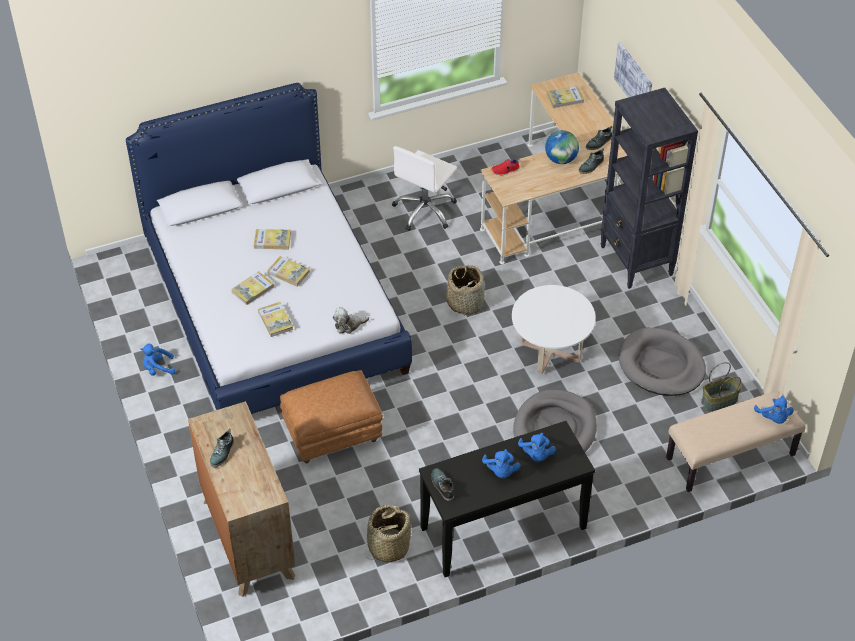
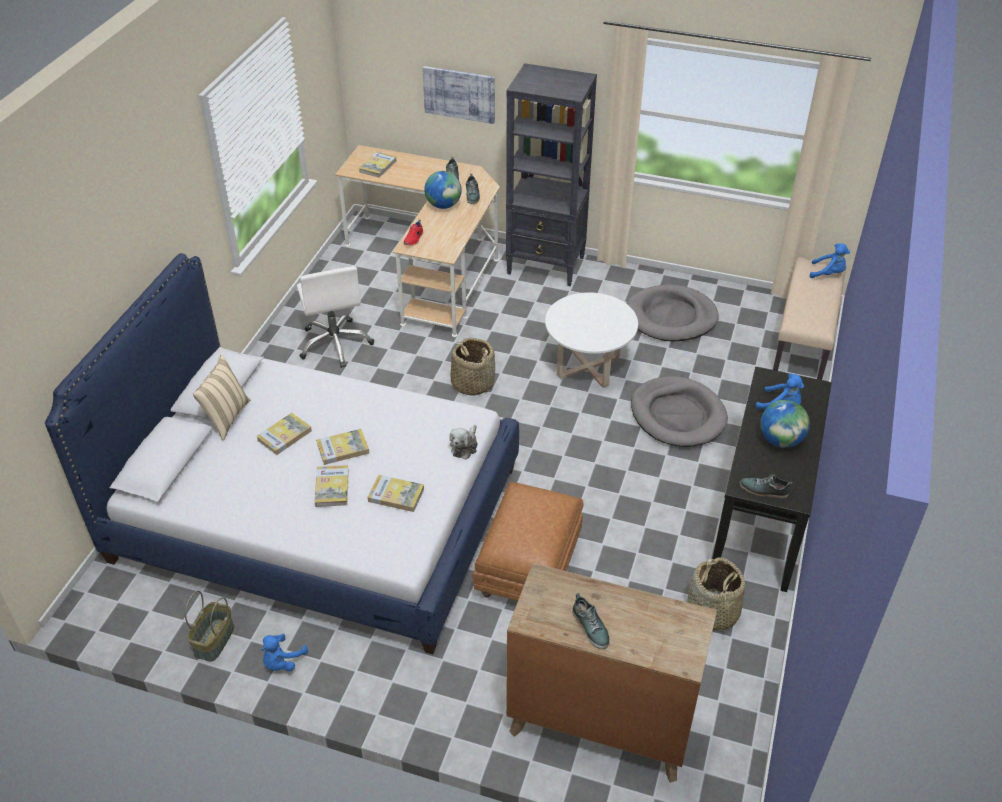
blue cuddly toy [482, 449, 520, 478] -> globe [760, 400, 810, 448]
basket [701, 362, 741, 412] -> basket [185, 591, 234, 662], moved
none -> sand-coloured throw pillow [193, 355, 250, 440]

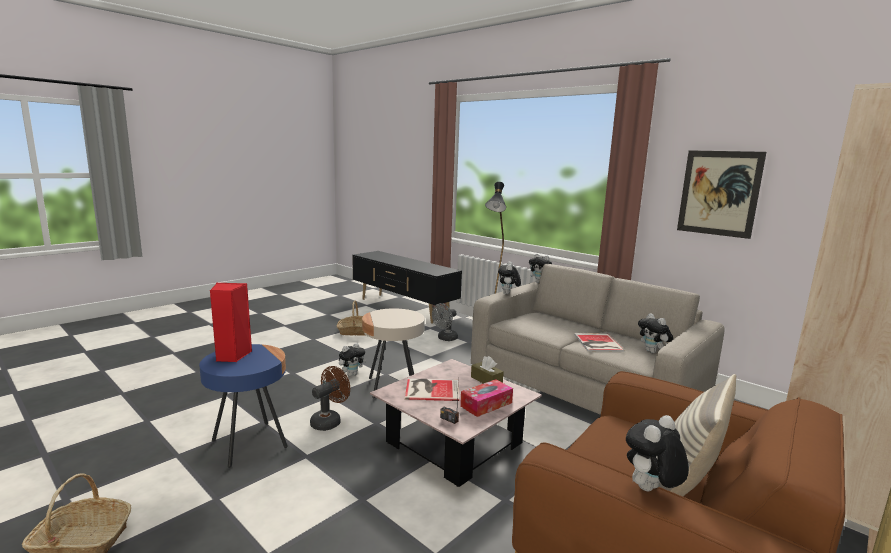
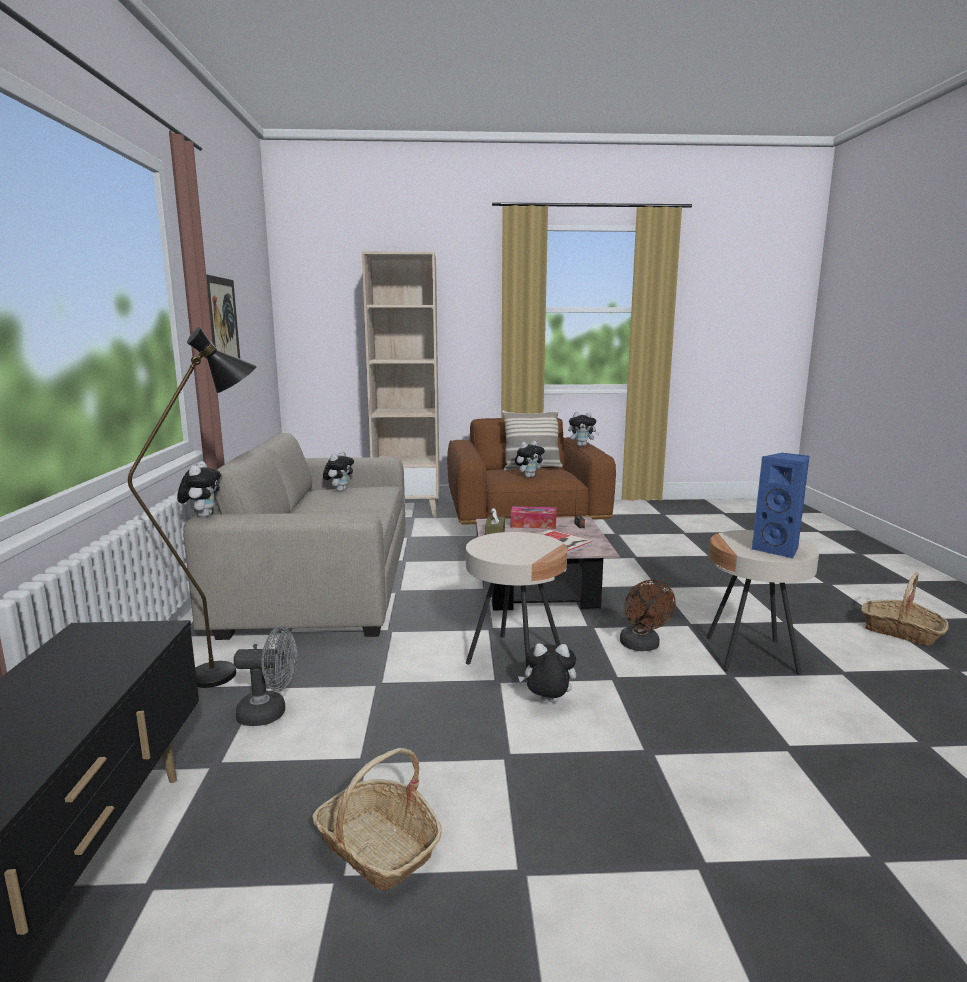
blue side table [199, 344, 288, 468] -> sand-coloured side table [707, 530, 819, 675]
red-coloured audio speaker [210, 283, 252, 362] -> blue audio speaker [752, 452, 810, 559]
brownish electric fan [310, 366, 350, 431] -> brownish electric fan [620, 580, 676, 651], 90 degrees counterclockwise
cuddly toy [498, 262, 521, 294] -> cuddly toy [515, 441, 545, 478], moved
bound book [574, 333, 625, 352] -> none

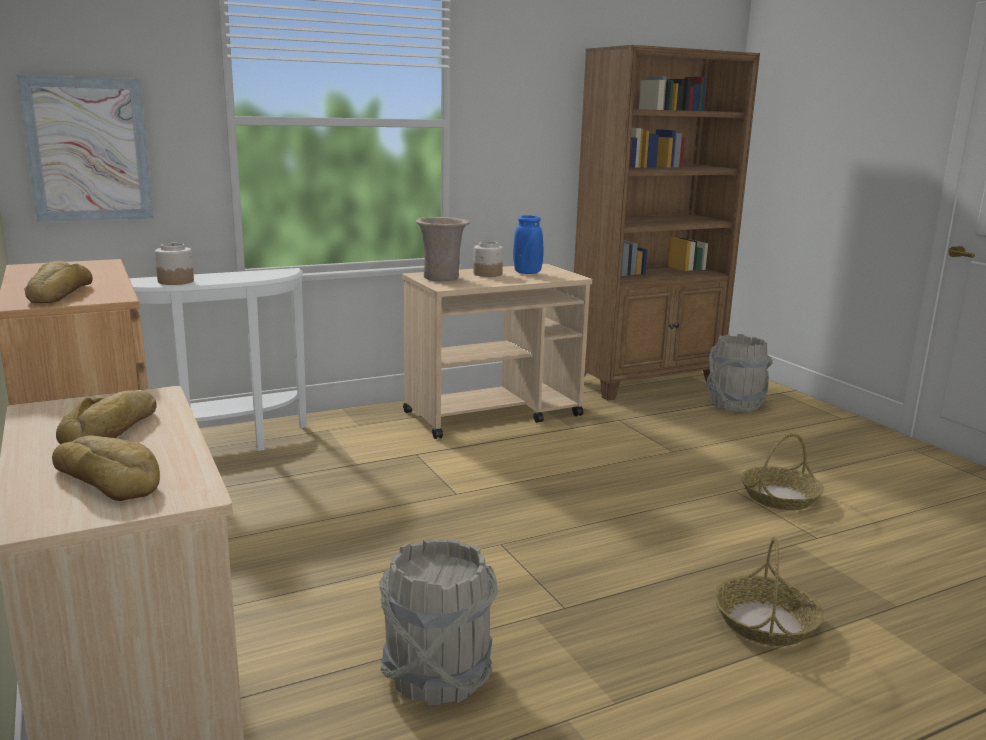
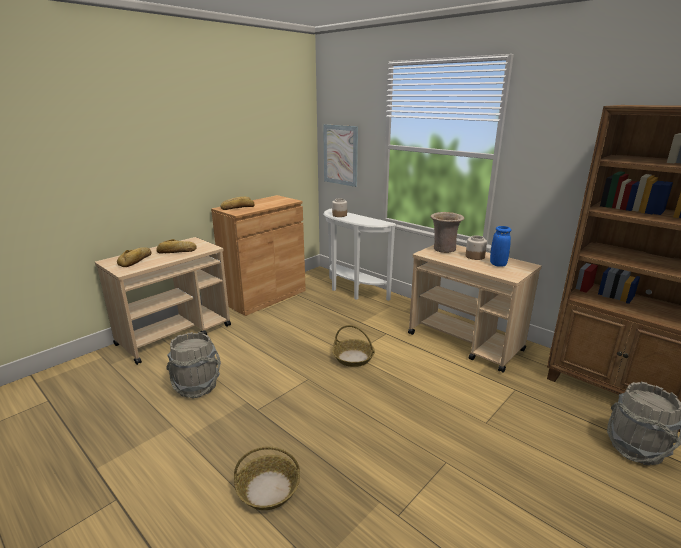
basket [741, 433, 824, 510] -> basket [332, 325, 375, 367], moved

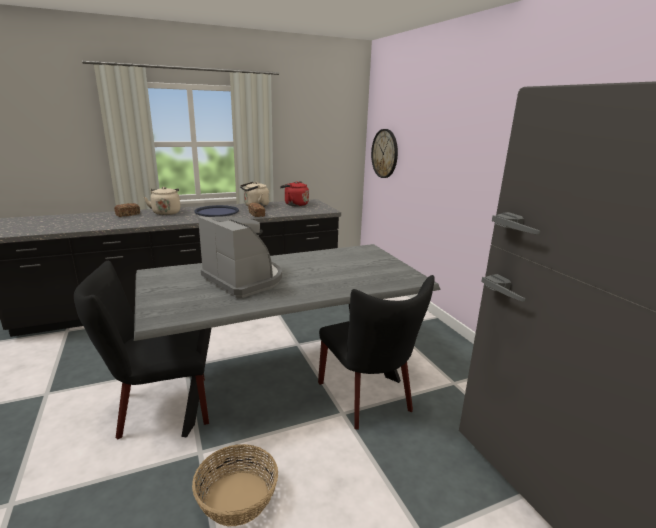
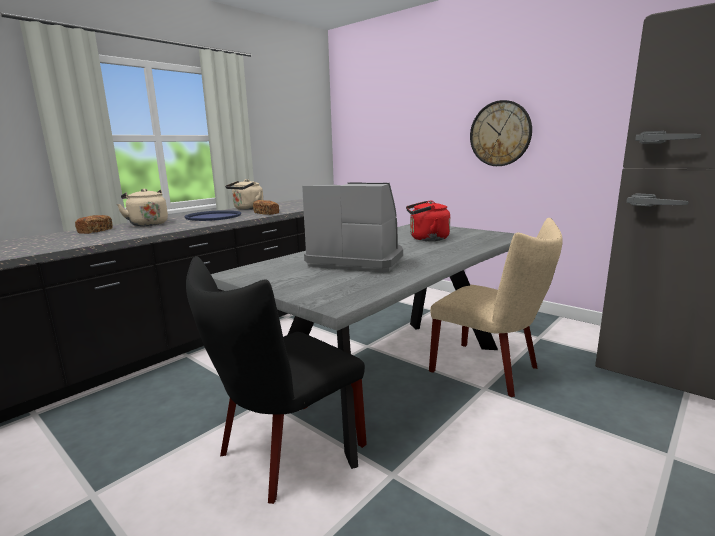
basket [192, 444, 278, 526] -> none
red-coloured water kettle [280, 181, 309, 207] -> red-coloured water kettle [406, 200, 450, 241], moved
blackish chair [318, 275, 435, 430] -> sand-coloured chair [429, 218, 563, 397]
clock on the wall [371, 129, 398, 178] -> clock on the wall [470, 100, 532, 166], moved

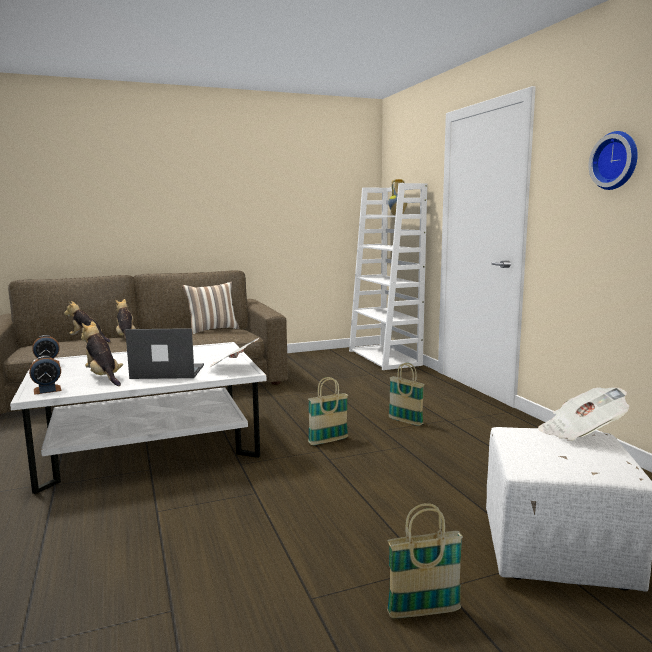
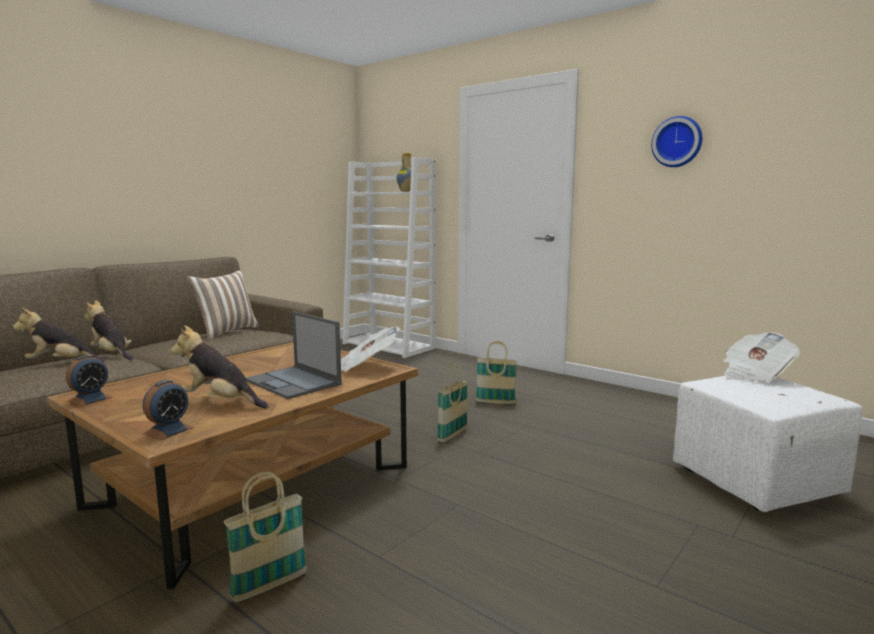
whitish low table [10, 342, 267, 494] -> brownish low table [47, 342, 418, 589]
portable computer [125, 328, 204, 379] -> portable computer [246, 311, 342, 399], 105 degrees counterclockwise
basket [387, 503, 463, 618] -> basket [223, 472, 307, 602], moved

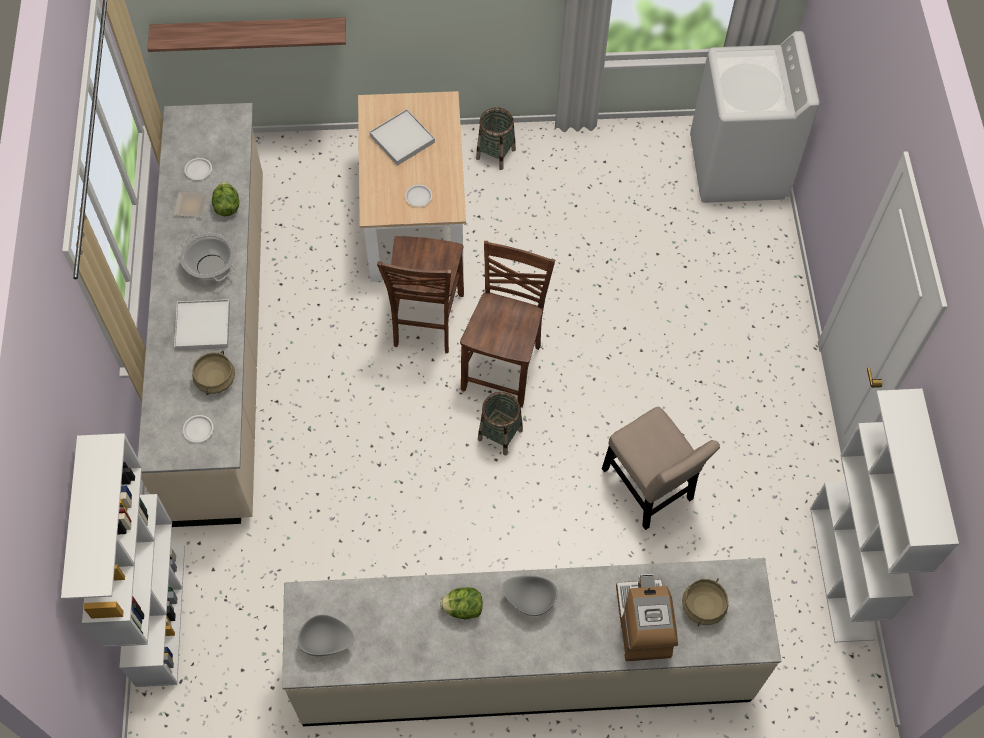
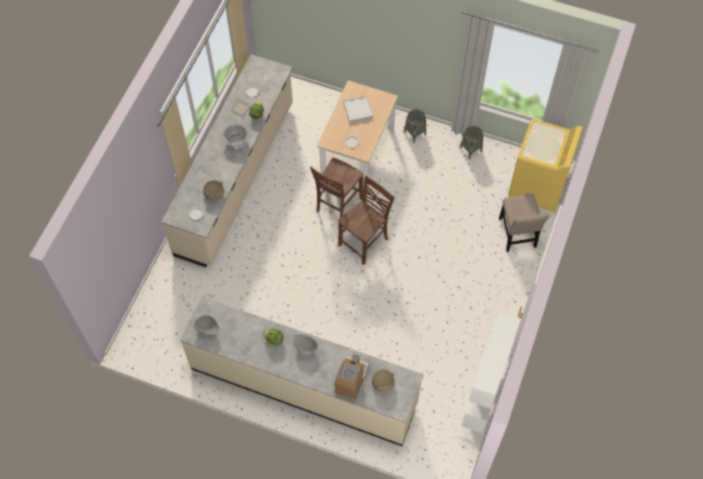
whitish bookshelf [61, 433, 185, 687] -> none
shelf [147, 17, 346, 52] -> none
whitish carrying tray [174, 299, 230, 350] -> none
basket [478, 392, 523, 455] -> basket [460, 126, 483, 159], moved
sand-coloured chair [602, 407, 720, 530] -> sand-coloured chair [499, 194, 549, 252], moved
whitish laundry appliance [690, 31, 820, 203] -> yellow laundry appliance [508, 119, 583, 212]

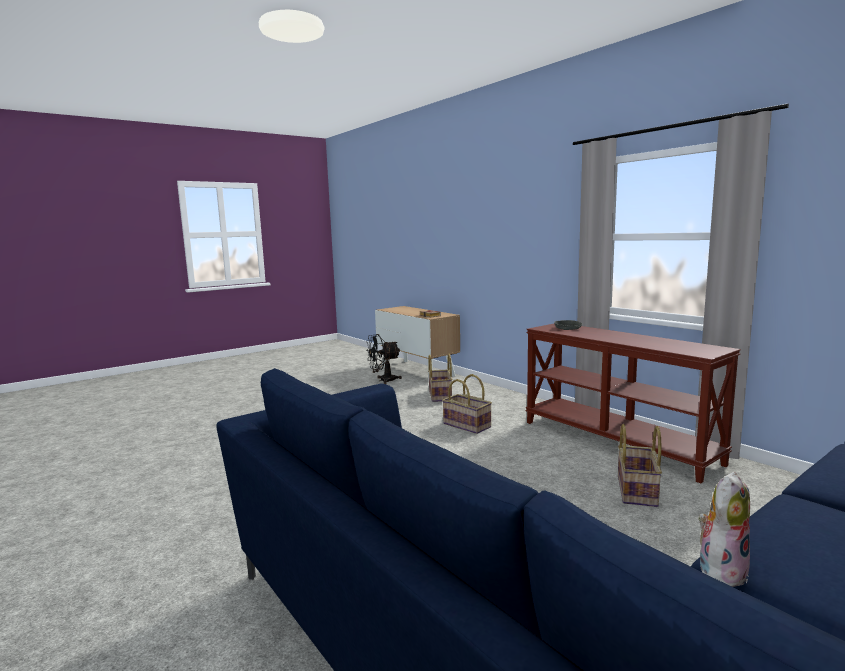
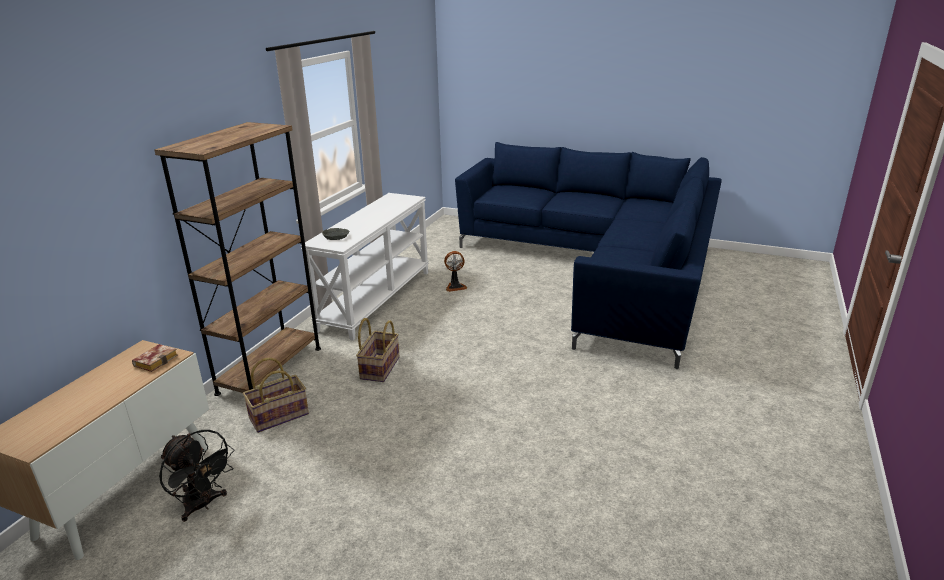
brownish hall table [526, 323, 741, 483] -> whitish hall table [300, 193, 429, 341]
basket [618, 424, 662, 507] -> electric fan [444, 251, 467, 292]
cuddly toy [698, 472, 750, 587] -> none
none -> brownish bookshelf [155, 122, 321, 396]

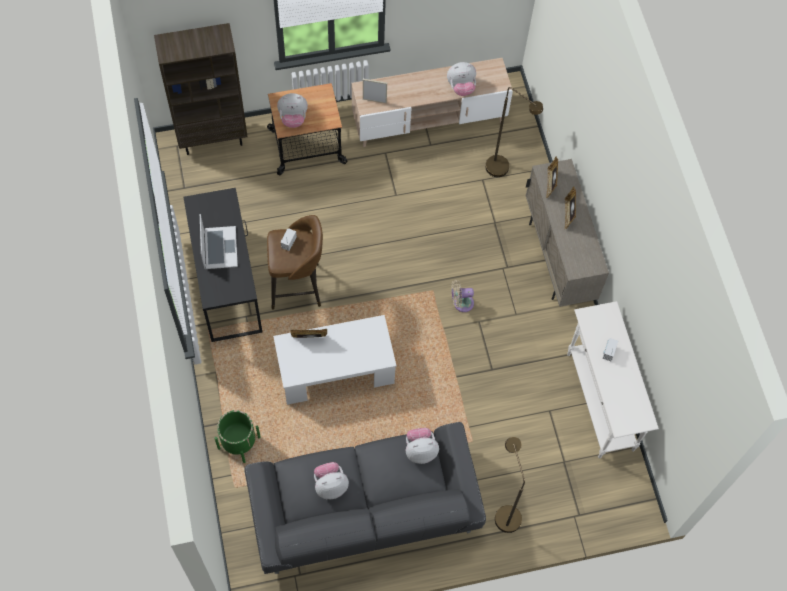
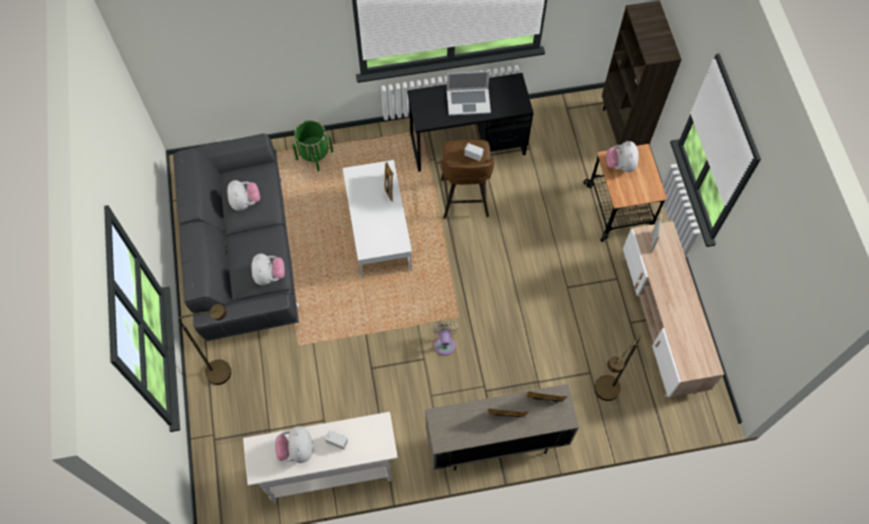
cuddly toy [447, 62, 476, 96] -> cuddly toy [275, 426, 313, 463], moved

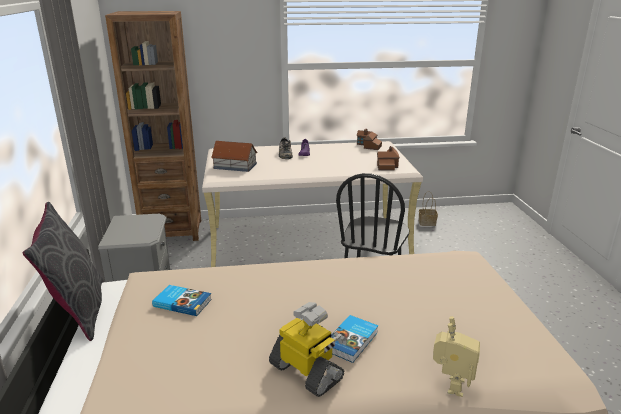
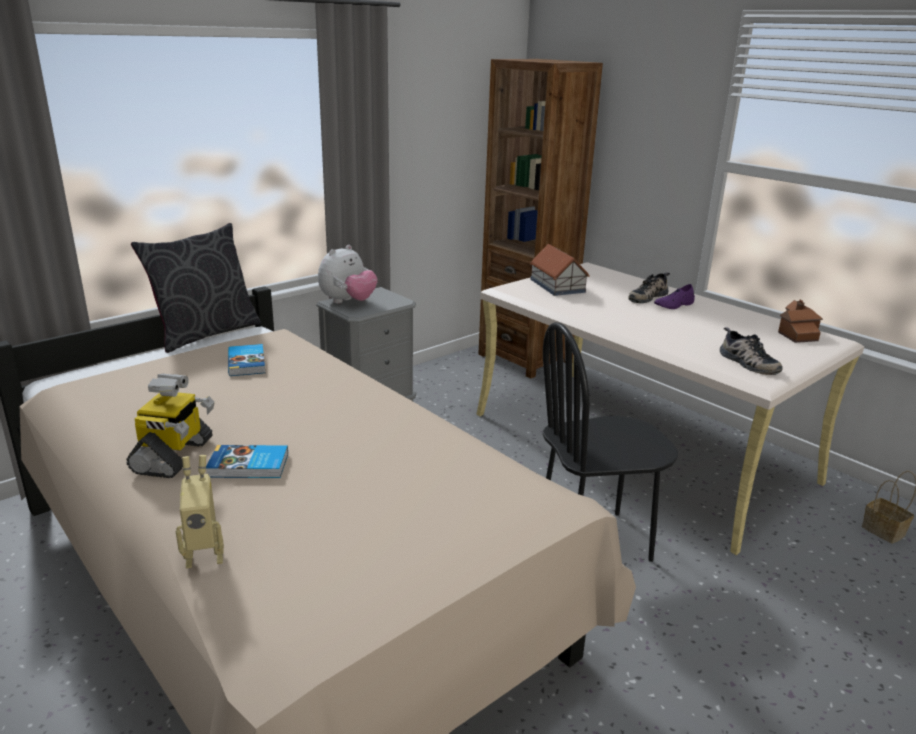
miniature house [377, 146, 400, 171] -> low shoe [720, 327, 783, 375]
none -> cuddly toy [318, 245, 378, 303]

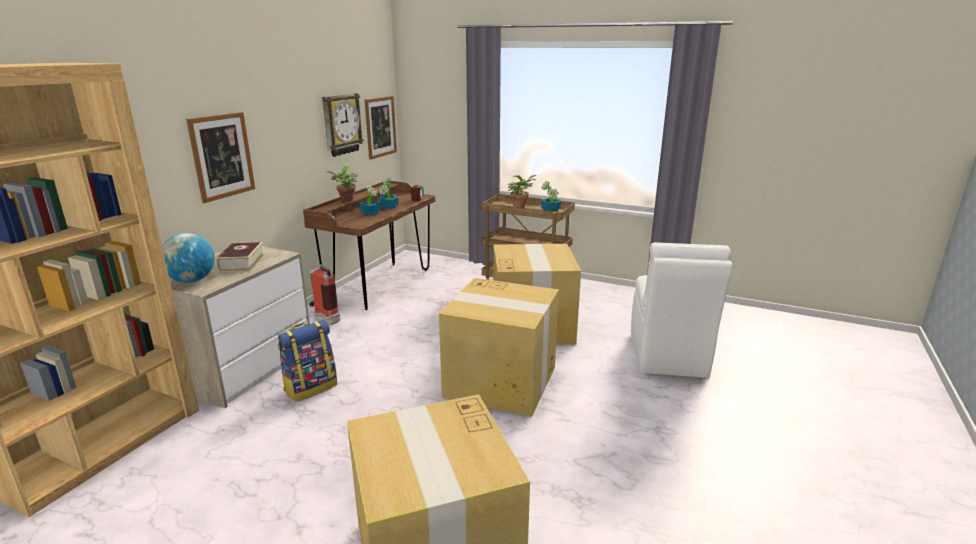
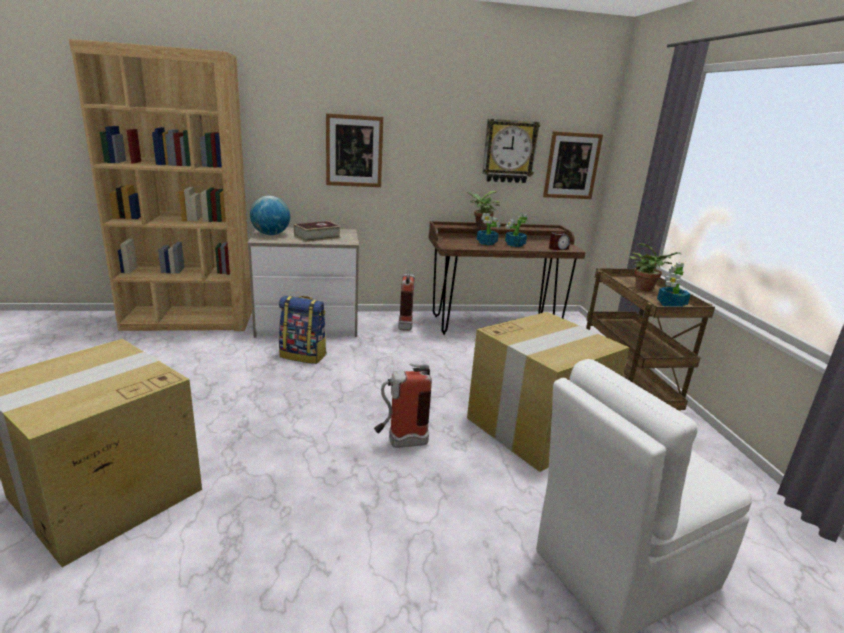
cardboard box [439, 278, 559, 417] -> fire-fighting cylinder [374, 364, 432, 448]

